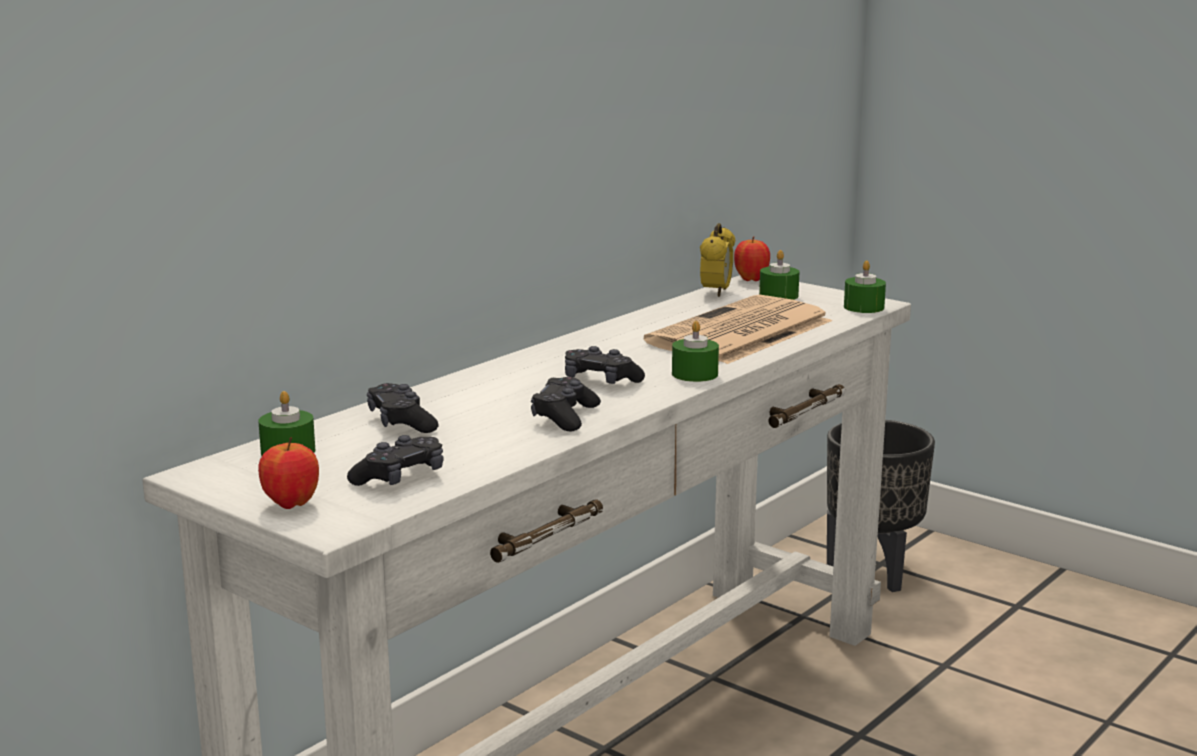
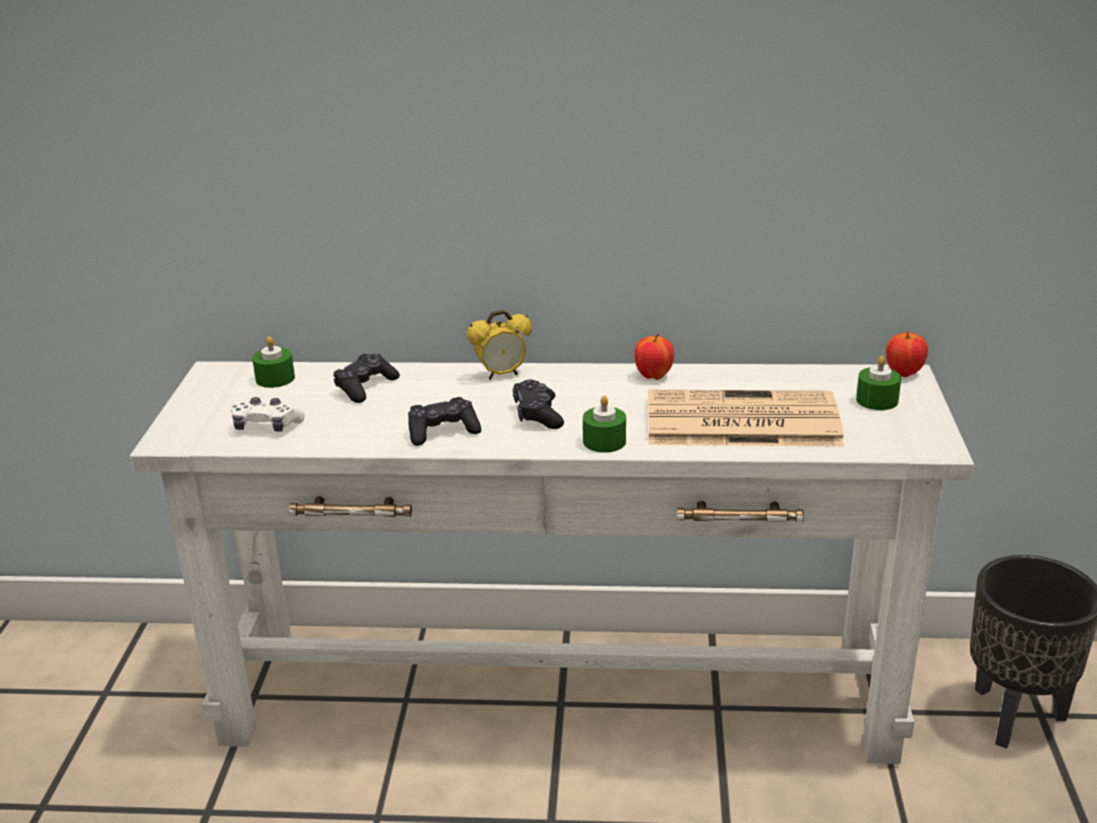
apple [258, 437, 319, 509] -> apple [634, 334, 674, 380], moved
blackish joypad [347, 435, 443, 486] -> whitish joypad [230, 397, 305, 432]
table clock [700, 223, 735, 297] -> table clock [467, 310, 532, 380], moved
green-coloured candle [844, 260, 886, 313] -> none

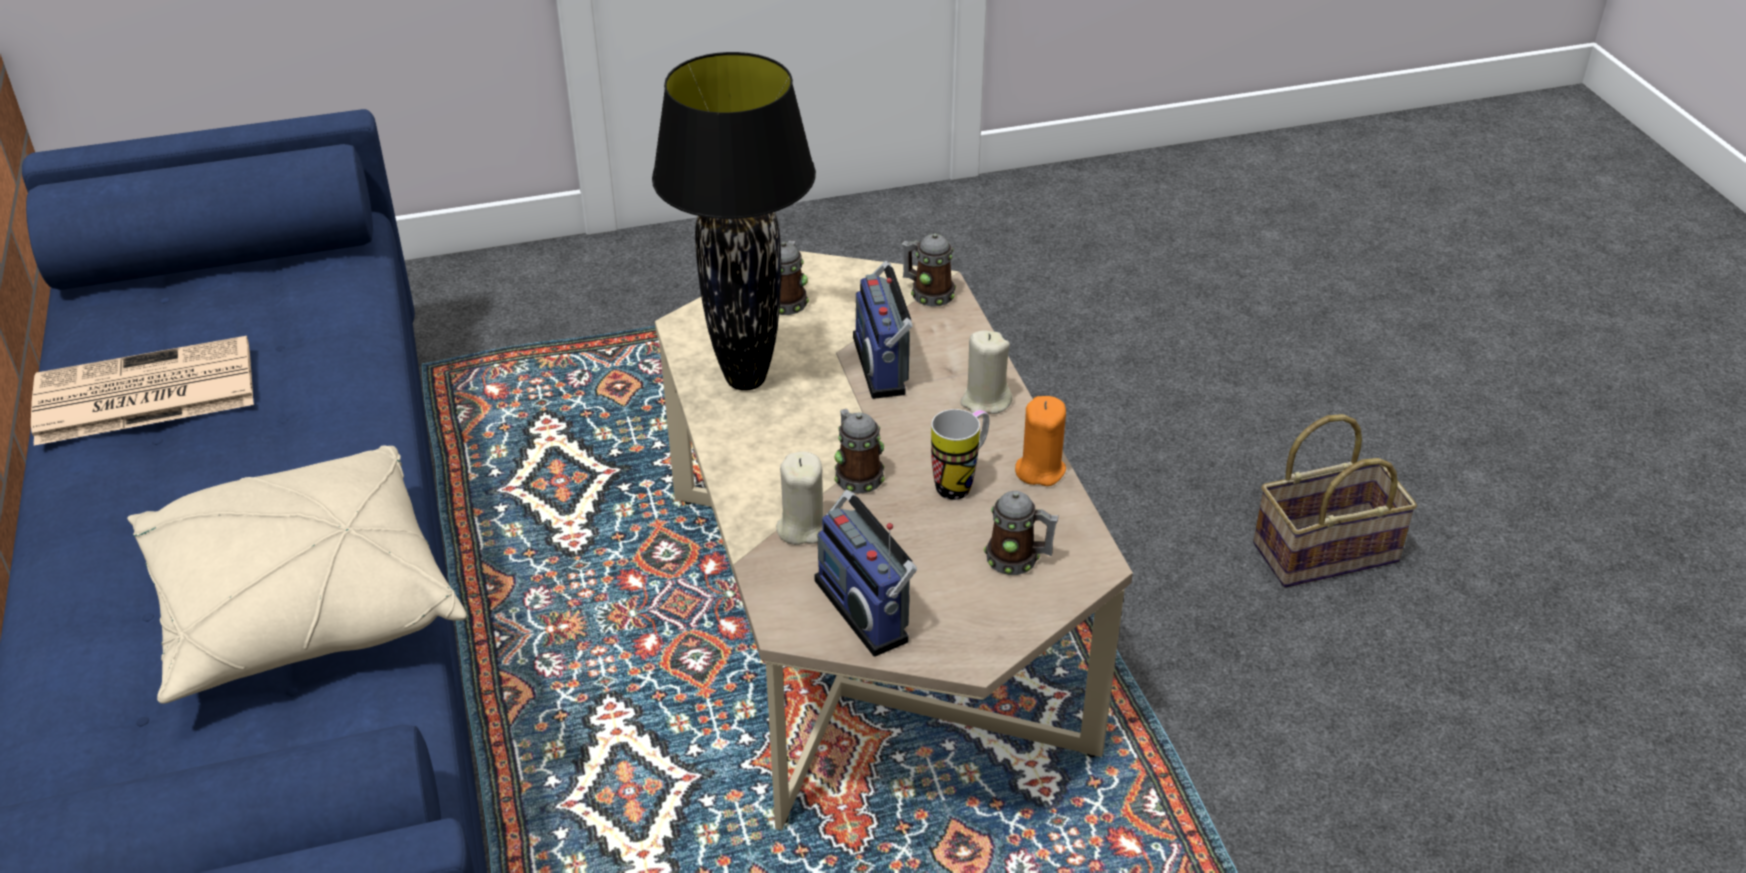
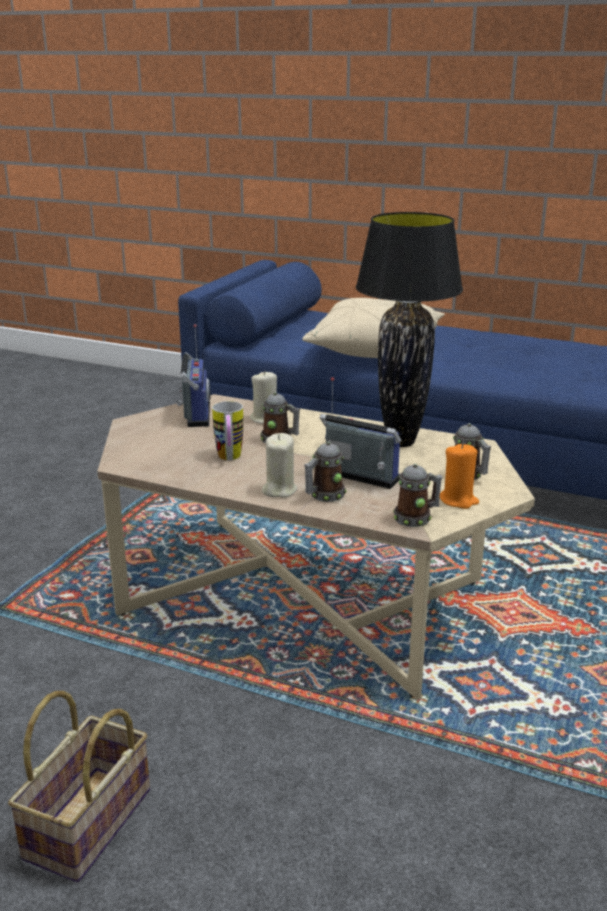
daily paper [31, 336, 254, 445] -> none
radio receiver [814, 490, 917, 657] -> radio receiver [177, 324, 211, 427], 75 degrees clockwise
coffee mug [984, 491, 1059, 575] -> coffee mug [304, 442, 346, 502], moved
orange-coloured candle [1015, 396, 1066, 486] -> orange-coloured candle [440, 443, 479, 509], moved

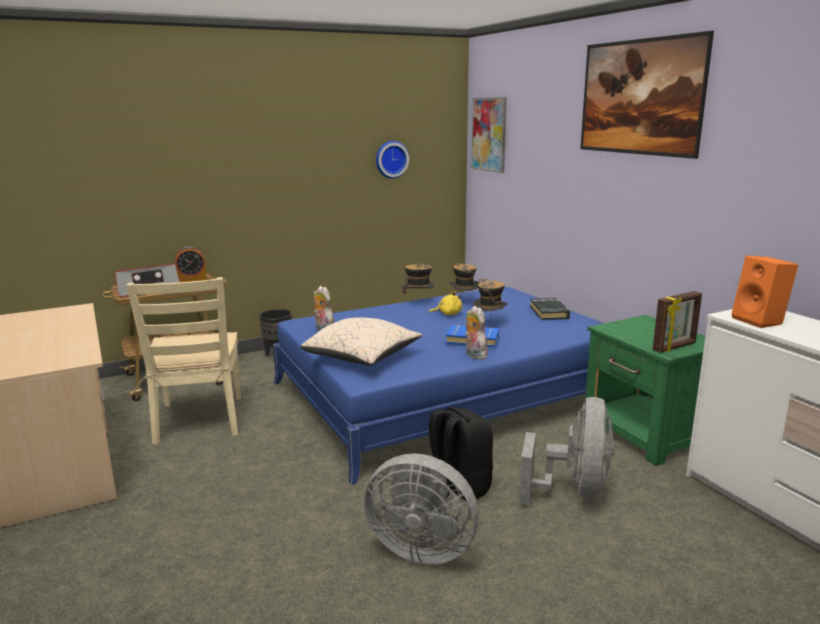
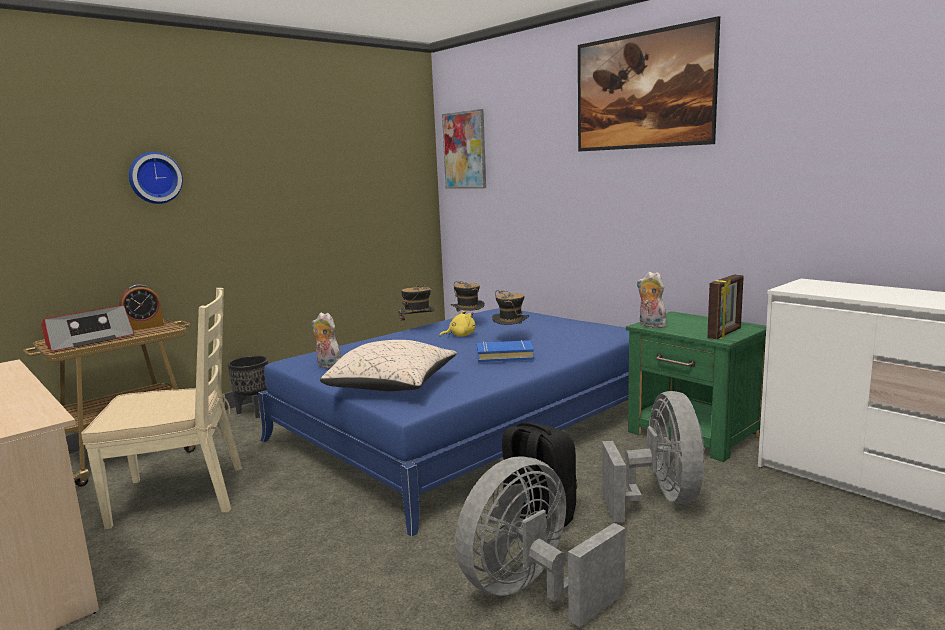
sand-coloured chair [126, 277, 242, 444] -> sand-coloured chair [81, 288, 242, 529], 75 degrees counterclockwise
greyish electric fan [364, 453, 479, 564] -> greyish electric fan [455, 456, 626, 627], 135 degrees clockwise
clock on the wall [376, 141, 409, 179] -> clock on the wall [129, 152, 183, 204], moved
cuddly toy [465, 306, 488, 360] -> cuddly toy [637, 272, 668, 328], moved
blackish bound book [530, 298, 570, 320] -> none
orange-coloured audio speaker [731, 256, 798, 328] -> none

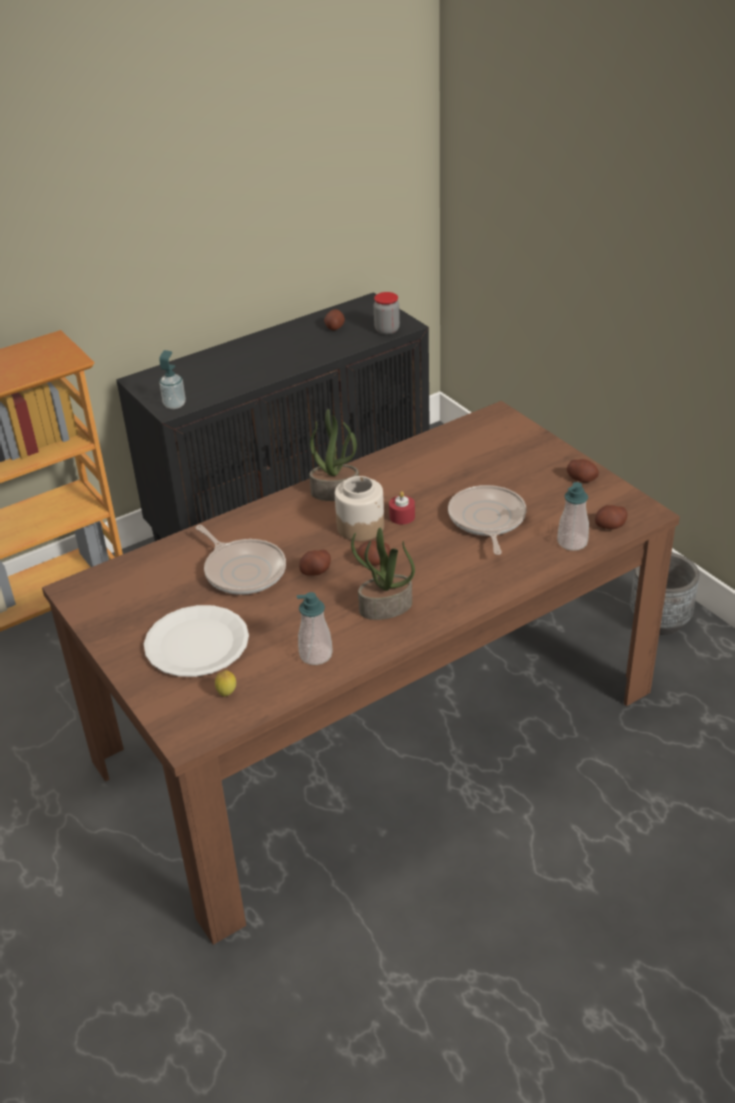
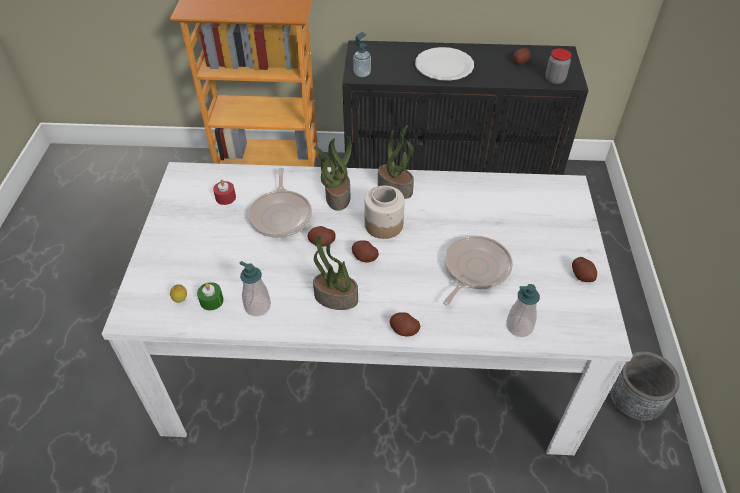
brownish kitchen table [42, 401, 680, 945] -> whitish kitchen table [102, 162, 633, 455]
whitish flat dish [144, 605, 249, 677] -> whitish flat dish [415, 47, 474, 81], moved
red-coloured candle [389, 491, 415, 524] -> red-coloured candle [213, 180, 236, 205], moved
whole potato [595, 505, 627, 530] -> whole potato [390, 312, 421, 337], moved
none -> green-coloured candle [197, 282, 224, 310]
none -> houseplant [314, 136, 352, 211]

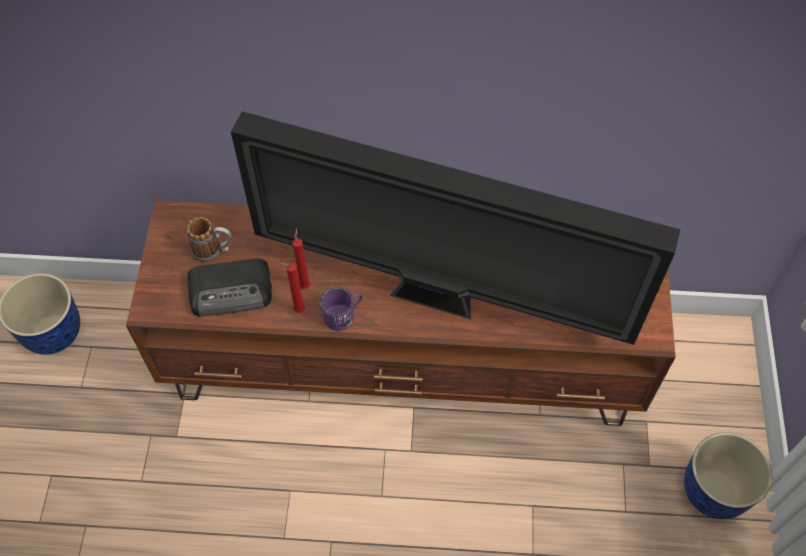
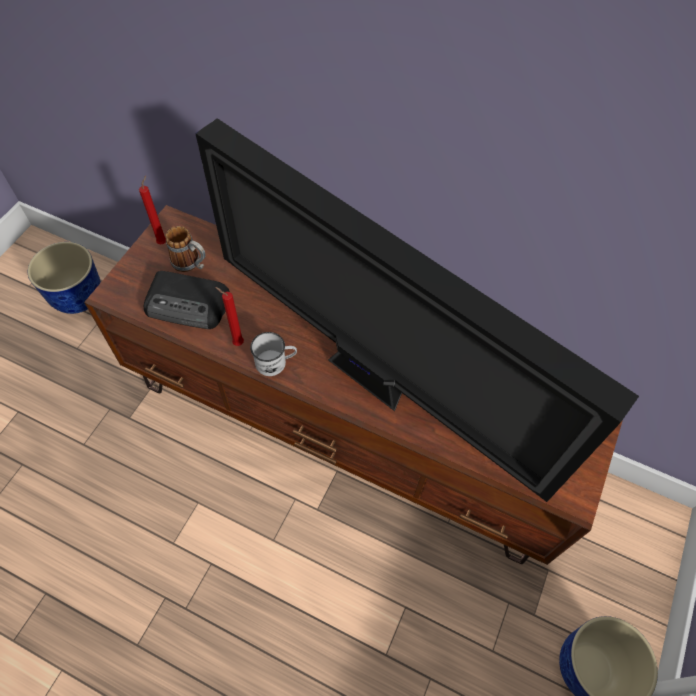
red-coloured candle [292, 228, 310, 289] -> red-coloured candle [139, 176, 166, 244], moved
purple-coloured coffee mug [320, 287, 362, 331] -> whitish coffee mug [250, 332, 297, 376]

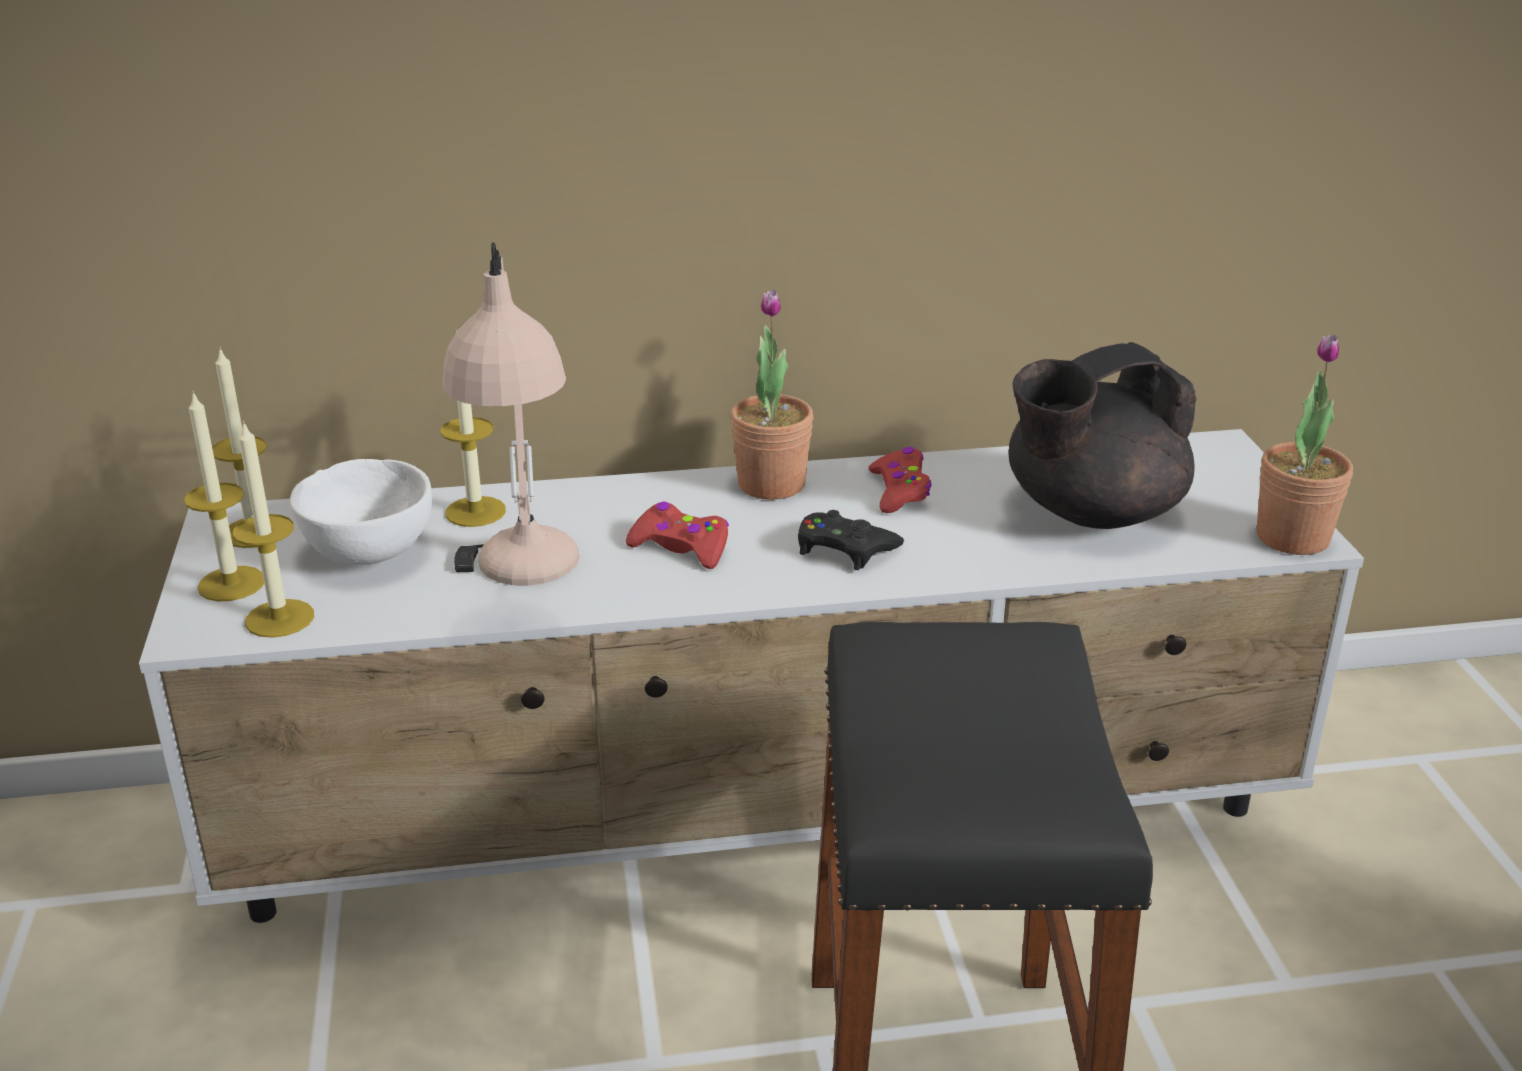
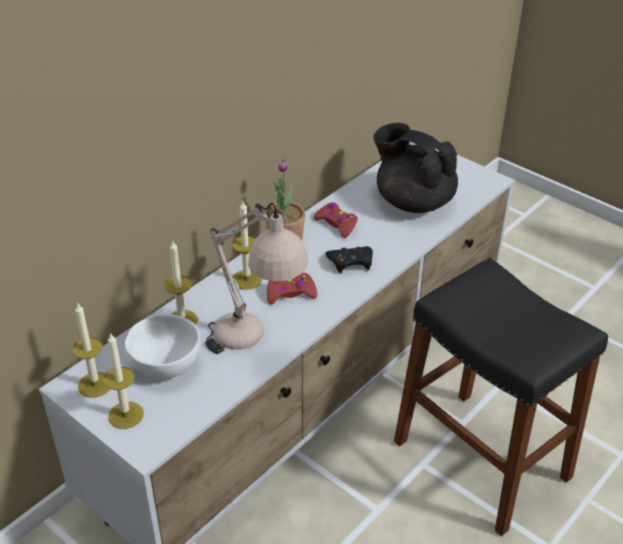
candle [233, 421, 314, 638] -> candle [232, 201, 262, 290], moved
blackish pot for tea [1009, 342, 1197, 529] -> blackish pot for tea [373, 123, 458, 213], 105 degrees clockwise
houseplant [1256, 335, 1353, 555] -> none

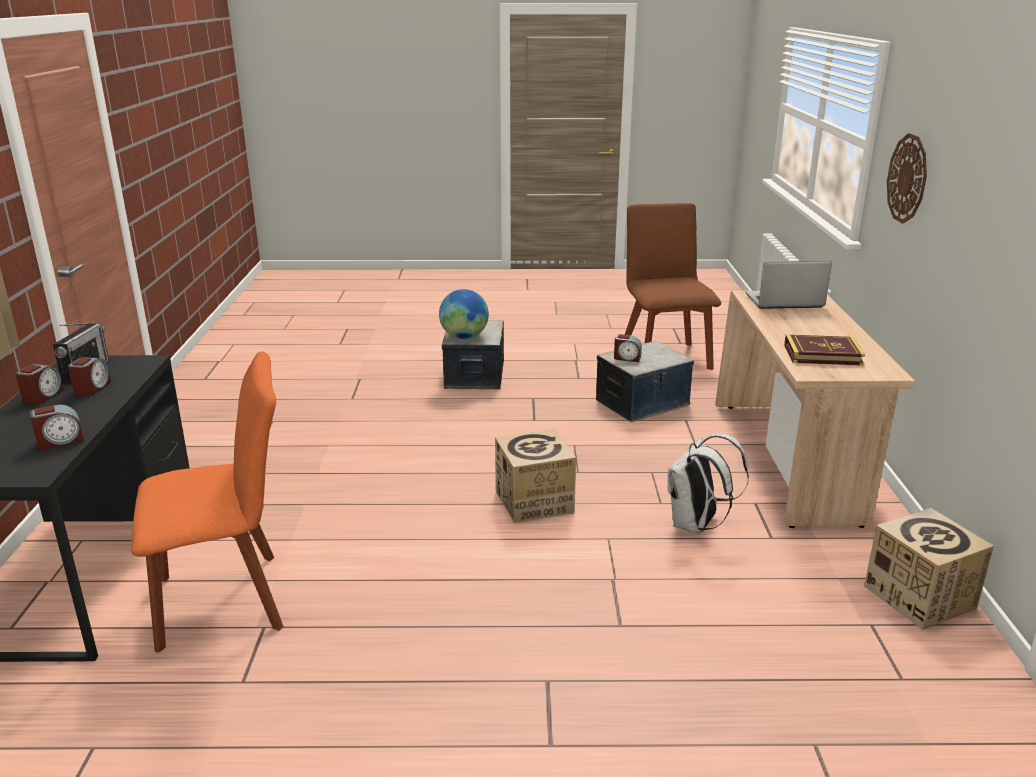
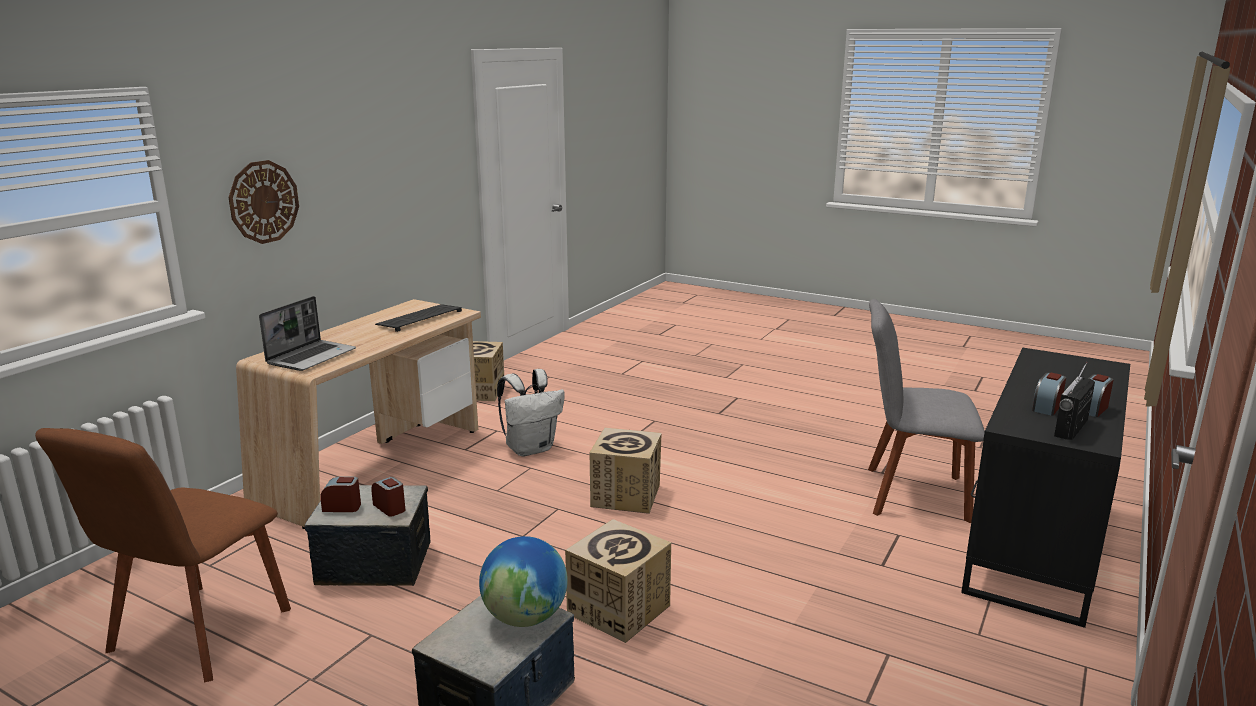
table clock [30, 404, 84, 450] -> table clock [320, 477, 361, 512], moved
orange-coloured chair [131, 351, 284, 653] -> greyish chair [868, 299, 985, 523]
portable computer [745, 261, 832, 309] -> portable computer [259, 296, 356, 371], 90 degrees counterclockwise
bound book [784, 335, 865, 366] -> keyboard [375, 304, 462, 332]
none -> cardboard box [565, 519, 671, 643]

